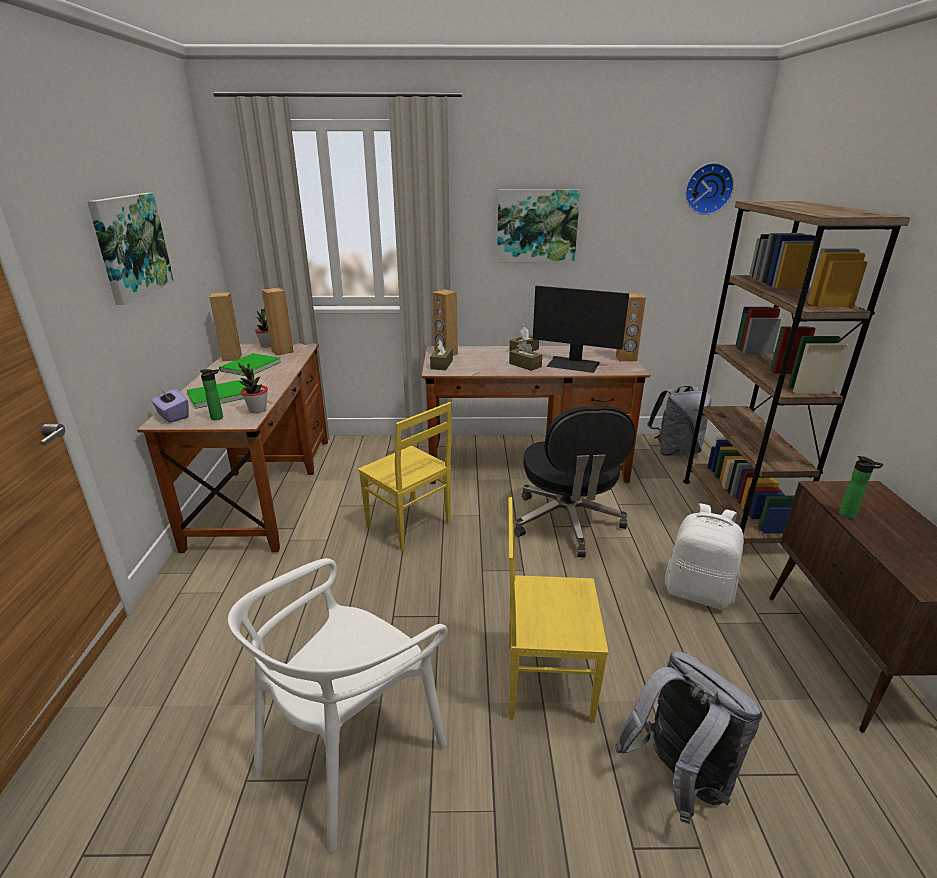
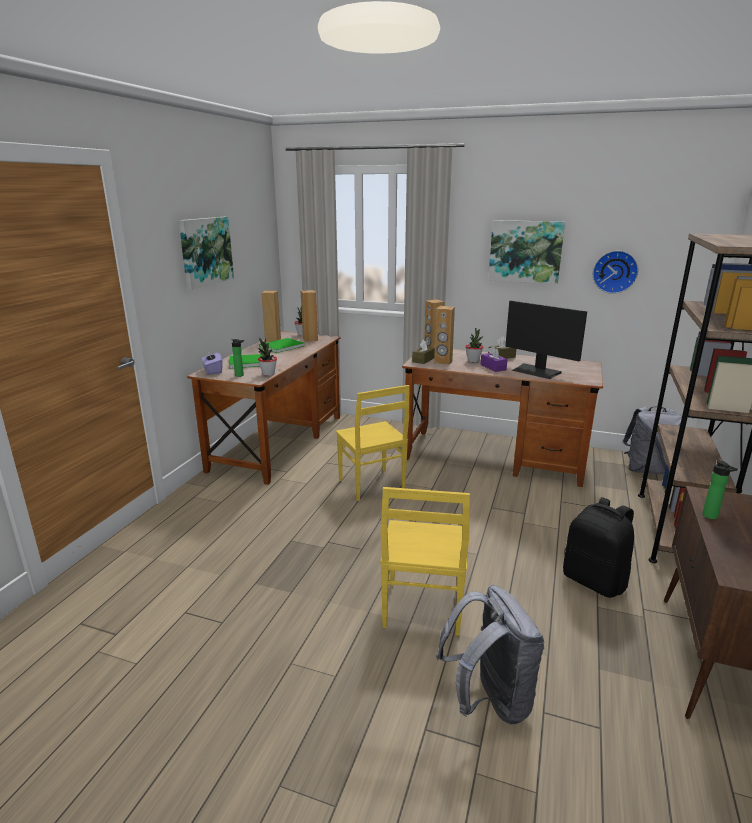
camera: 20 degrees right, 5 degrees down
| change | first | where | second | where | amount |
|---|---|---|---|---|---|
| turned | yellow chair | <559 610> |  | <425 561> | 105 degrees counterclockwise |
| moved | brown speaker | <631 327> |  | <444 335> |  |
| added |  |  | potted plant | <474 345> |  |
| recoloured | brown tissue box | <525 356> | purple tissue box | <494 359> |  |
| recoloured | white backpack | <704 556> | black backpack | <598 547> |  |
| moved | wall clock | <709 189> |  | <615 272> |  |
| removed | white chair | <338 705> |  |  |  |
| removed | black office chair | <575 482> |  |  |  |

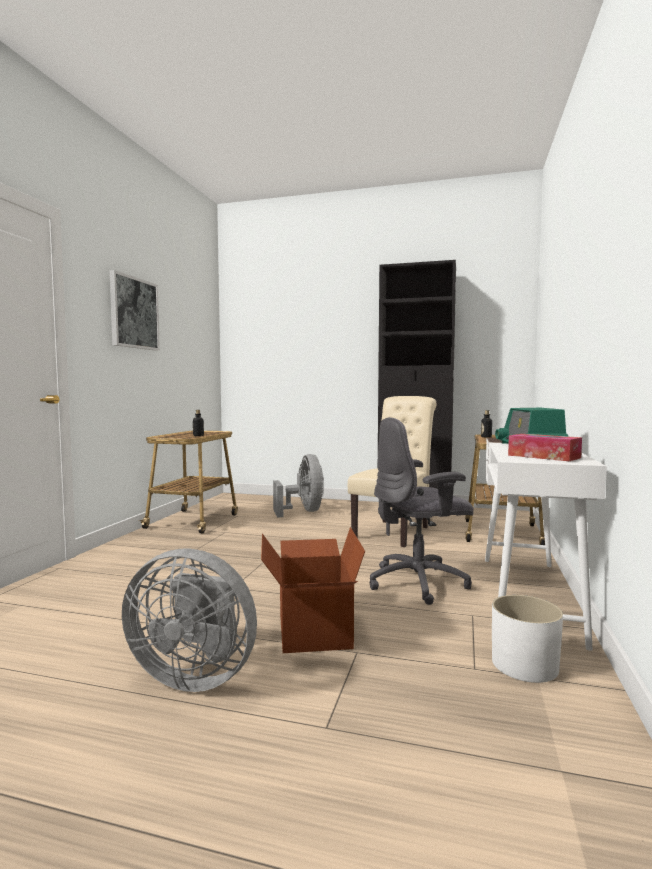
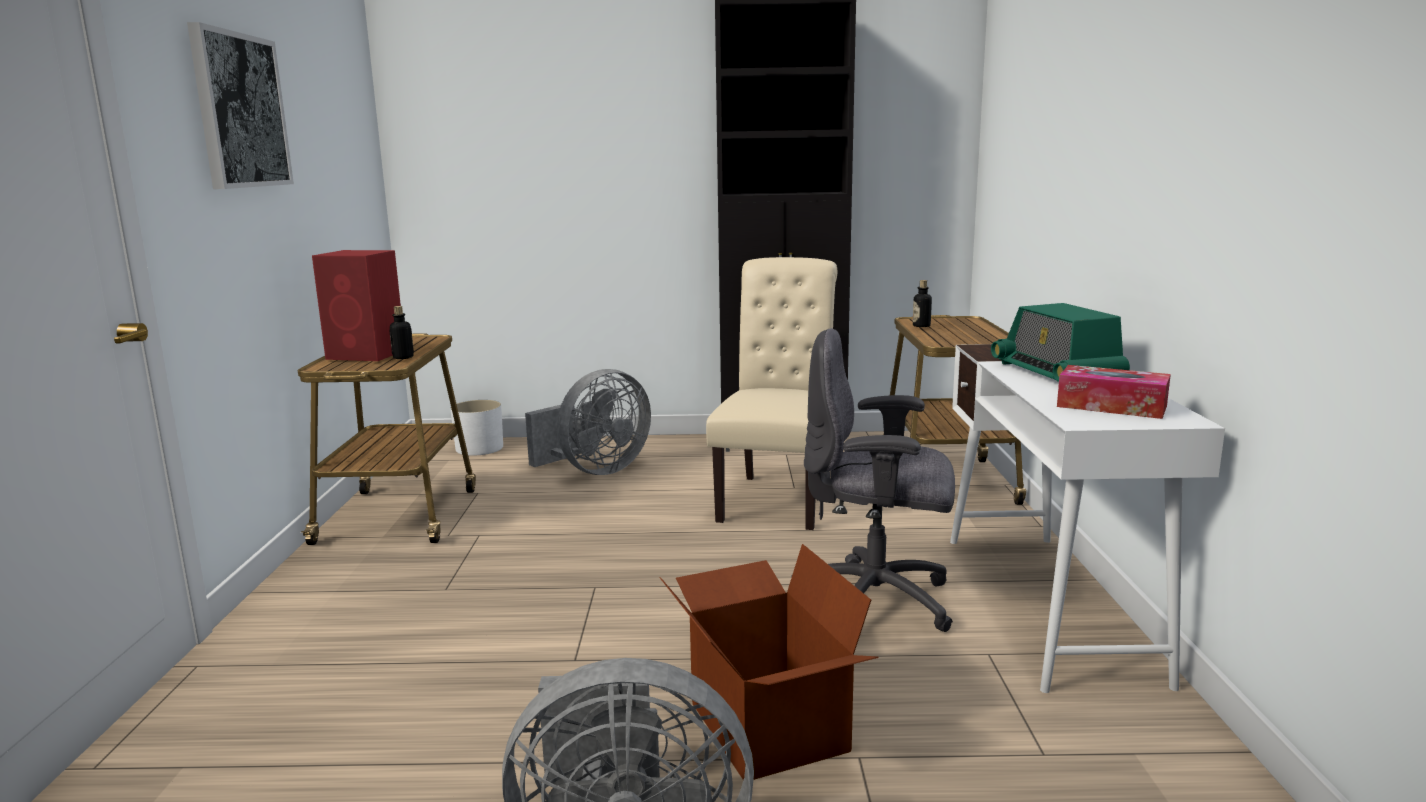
camera: 15 degrees left, 10 degrees up
| change | first | where | second | where | amount |
|---|---|---|---|---|---|
| added |  |  | red speaker | <356 305> |  |
| moved | white planter | <527 639> |  | <477 428> |  |
| turned | grey fan | <298 486> |  | <588 422> | 75 degrees clockwise |
| turned | grey office chair | <421 511> |  | <873 480> | 45 degrees clockwise |

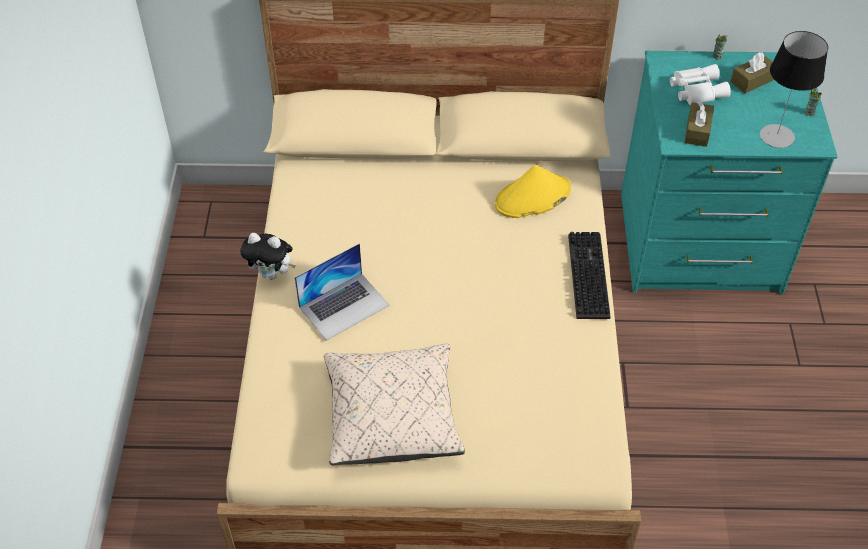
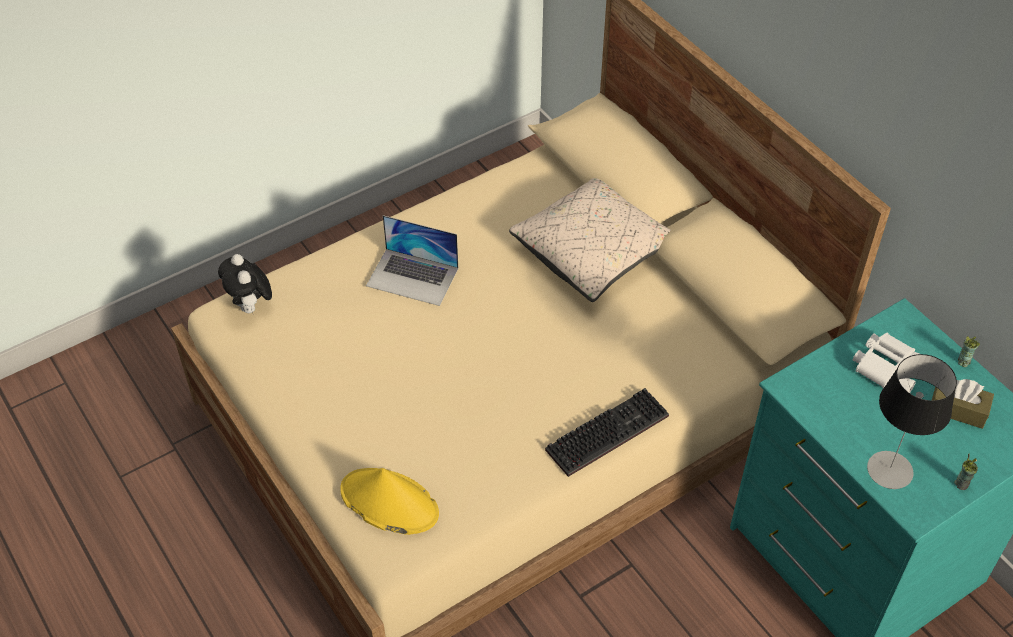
camera: 55 degrees right, 0 degrees up
| change | first | where | second | where | amount |
|---|---|---|---|---|---|
| moved | plush toy | <268 256> |  | <245 283> |  |
| moved | yellow hat | <533 191> |  | <389 501> |  |
| moved | beige pillow | <394 405> |  | <590 240> |  |
| removed | brown tissue box | <699 124> |  |  |  |

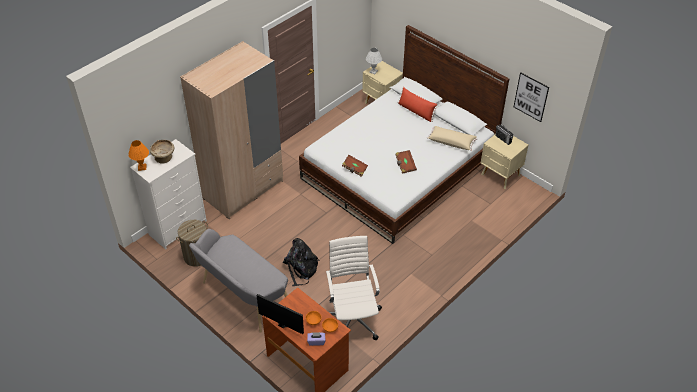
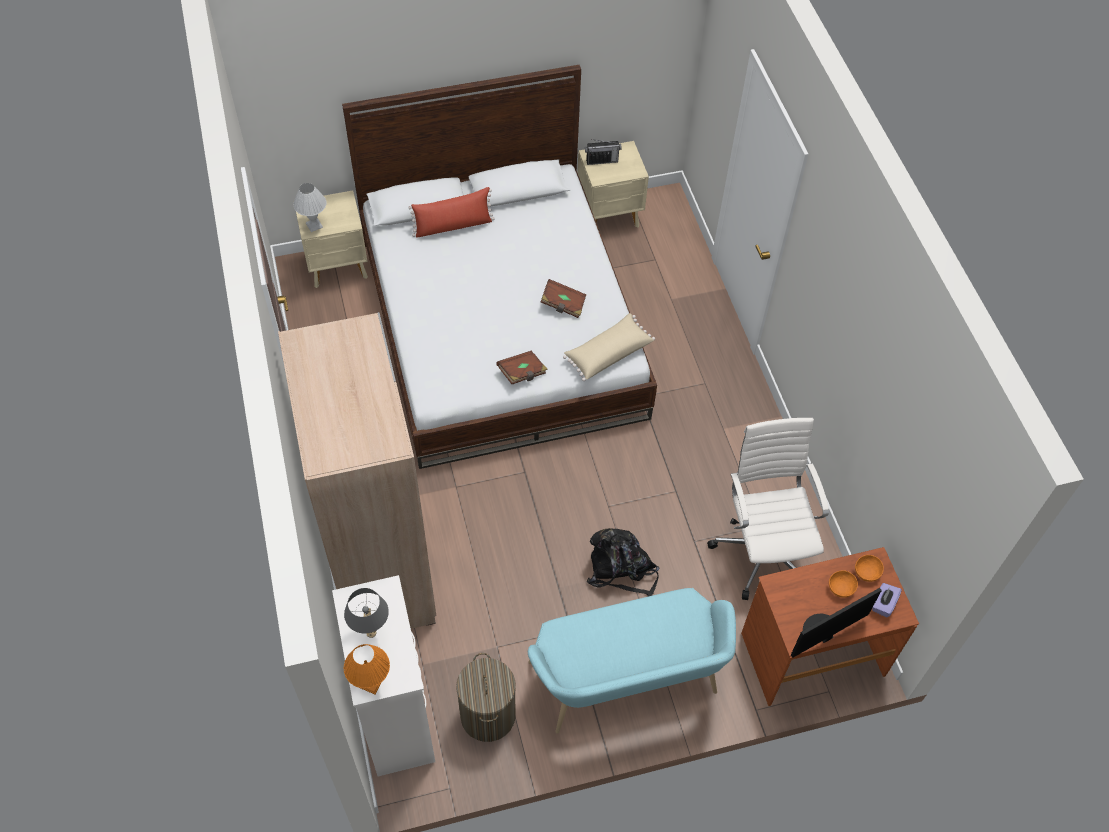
camera: 60 degrees left, 10 degrees up
| change | first | where | second | where | amount |
|---|---|---|---|---|---|
| replaced | beige bowl | <162 152> | grey table lamp | <366 613> |  |
| recoloured | grey bench | <238 281> | turquoise bench | <632 661> |  |
| moved | beige pillow | <452 138> |  | <609 347> |  |
| turned | white office chair | <354 288> |  | <768 509> | 60 degrees clockwise |
| removed | picture | <531 97> |  |  |  |

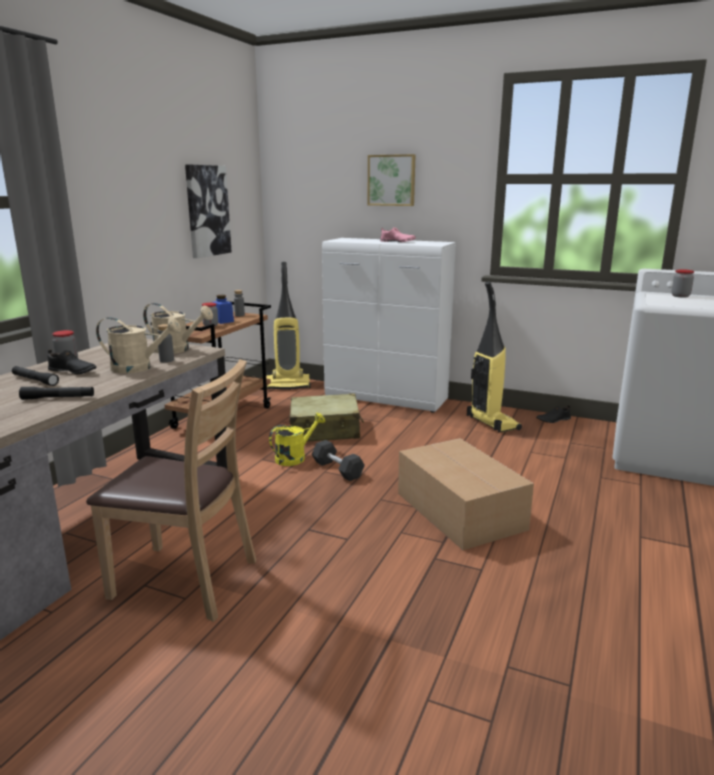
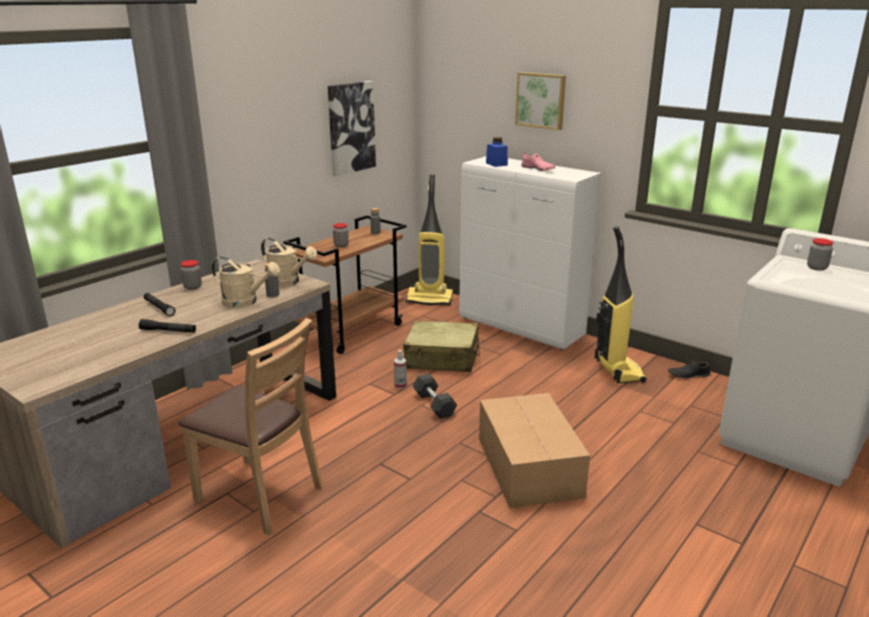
camera: 15 degrees right, 5 degrees up
| change | first | where | second | where | amount |
|---|---|---|---|---|---|
| replaced | yellow watering can | <297 439> | spray bottle | <400 369> |  |
| moved | blue jar | <222 309> |  | <497 152> |  |
| removed | black shoe | <72 362> |  |  |  |

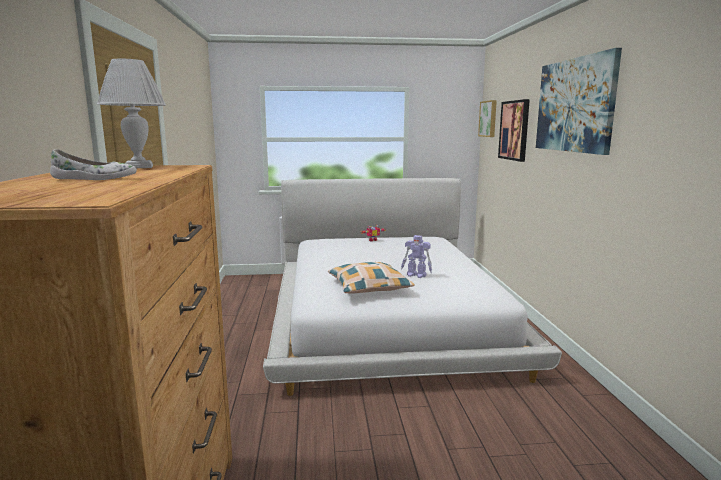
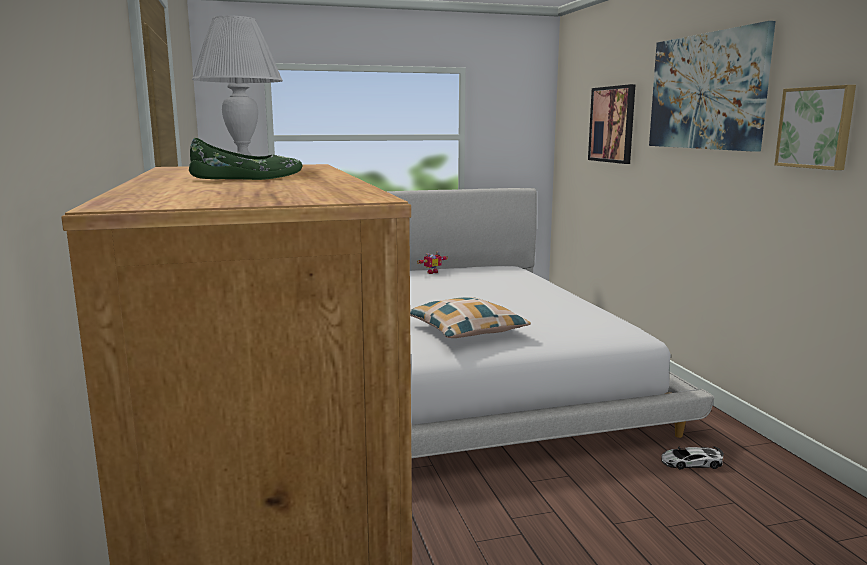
camera: 10 degrees left, 0 degrees up
| change | first | where | second | where | amount |
|---|---|---|---|---|---|
| recoloured | white shoe | <93 164> | green shoe | <246 159> |  |
| added |  |  | toy car | <692 457> |  |
| moved | picture | <487 118> |  | <815 127> |  |
| removed | toy robot | <416 256> |  |  |  |

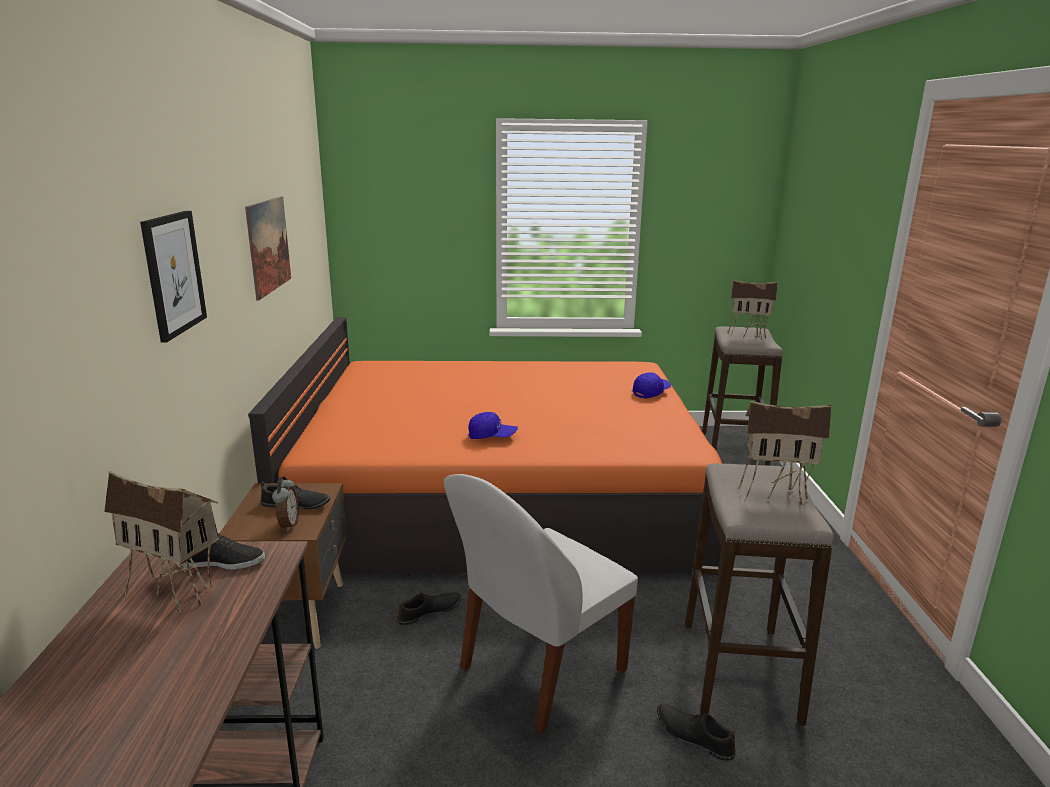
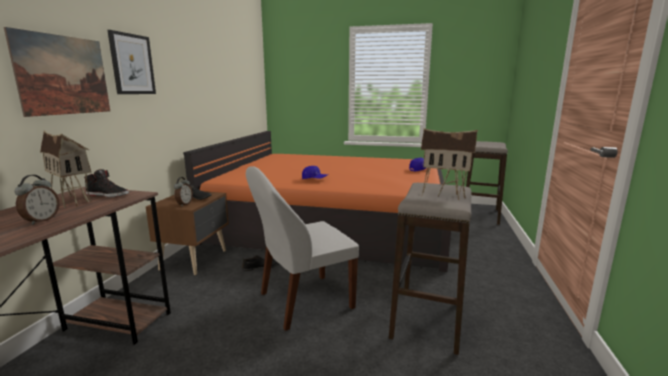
camera: 15 degrees right, 5 degrees down
| change | first | where | second | where | amount |
|---|---|---|---|---|---|
| moved | picture | <268 248> |  | <57 72> |  |
| added |  |  | alarm clock | <37 200> |  |
| removed | black shoe | <696 732> |  |  |  |
| removed | toy house | <753 310> |  |  |  |

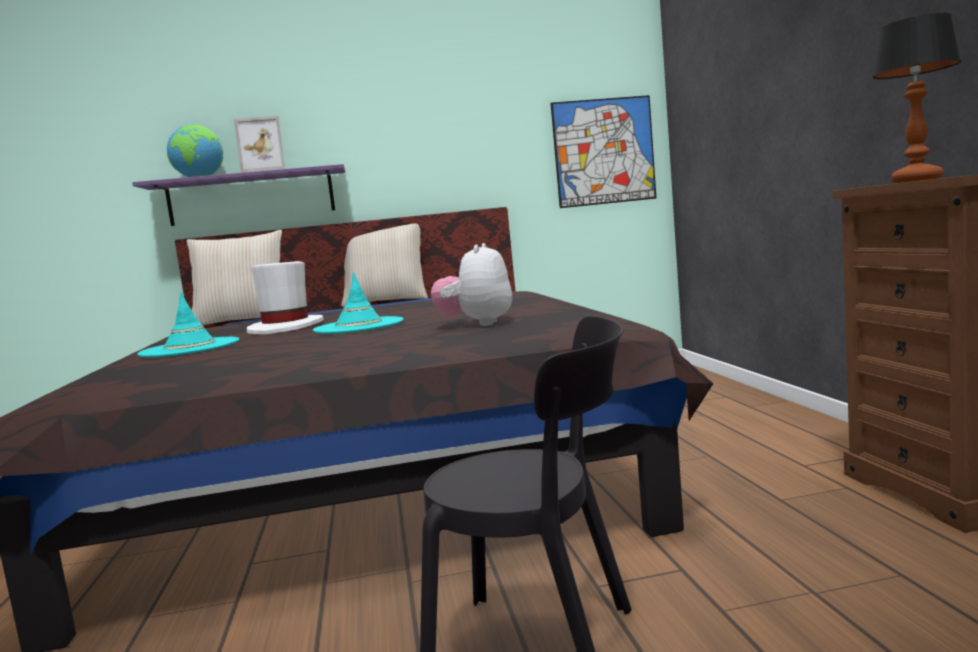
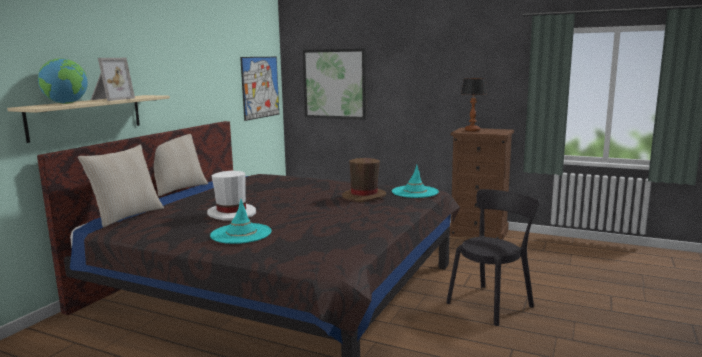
camera: 55 degrees left, 5 degrees up
| change | first | where | second | where | amount |
|---|---|---|---|---|---|
| recoloured | purple shelf | <238 195> | beige shelf | <88 119> |  |
| added |  |  | picture | <334 84> |  |
| replaced | plush toy | <471 284> | brown hat | <364 180> |  |
| moved | turquoise hat | <358 303> |  | <415 181> |  |

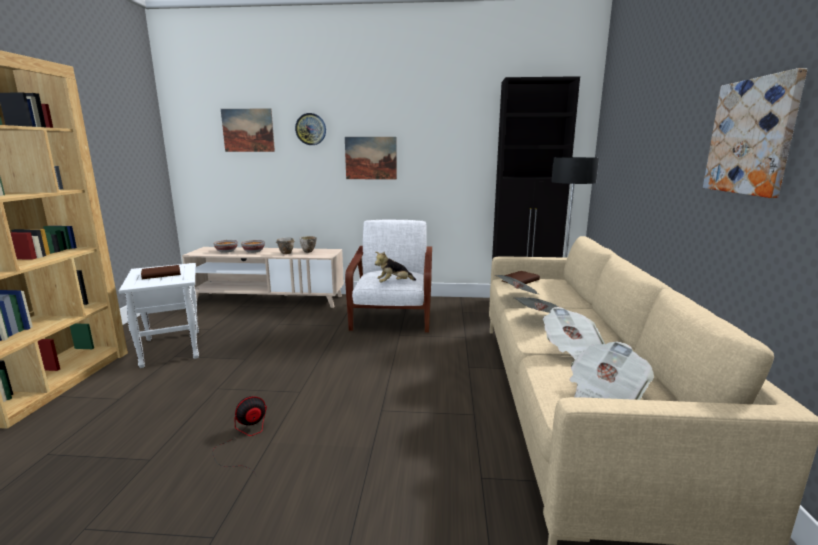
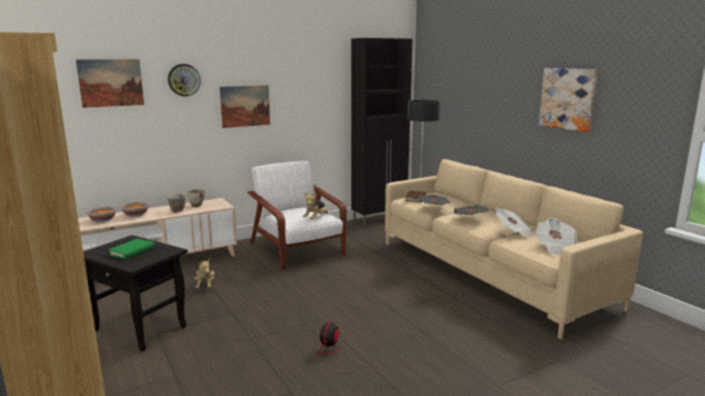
camera: 35 degrees left, 0 degrees up
| change | first | where | second | where | amount |
|---|---|---|---|---|---|
| recoloured | white side table | <159 315> | black side table | <135 293> |  |
| recoloured | brown book | <161 272> | green book | <131 248> |  |
| added |  |  | plush toy | <204 273> |  |

